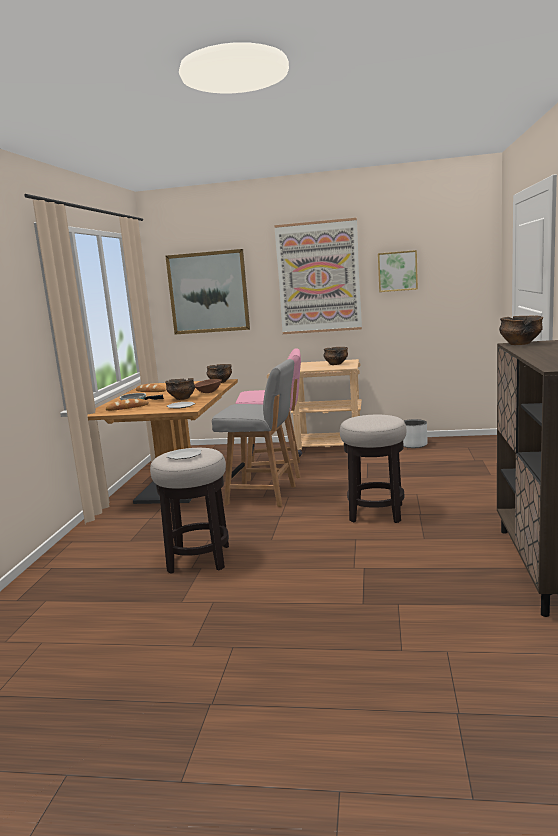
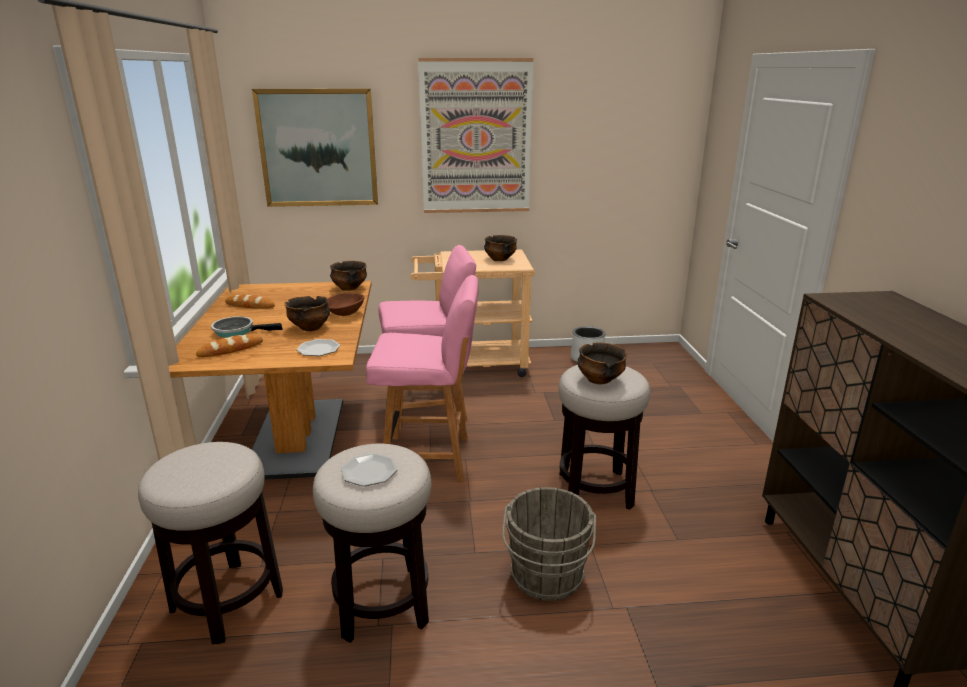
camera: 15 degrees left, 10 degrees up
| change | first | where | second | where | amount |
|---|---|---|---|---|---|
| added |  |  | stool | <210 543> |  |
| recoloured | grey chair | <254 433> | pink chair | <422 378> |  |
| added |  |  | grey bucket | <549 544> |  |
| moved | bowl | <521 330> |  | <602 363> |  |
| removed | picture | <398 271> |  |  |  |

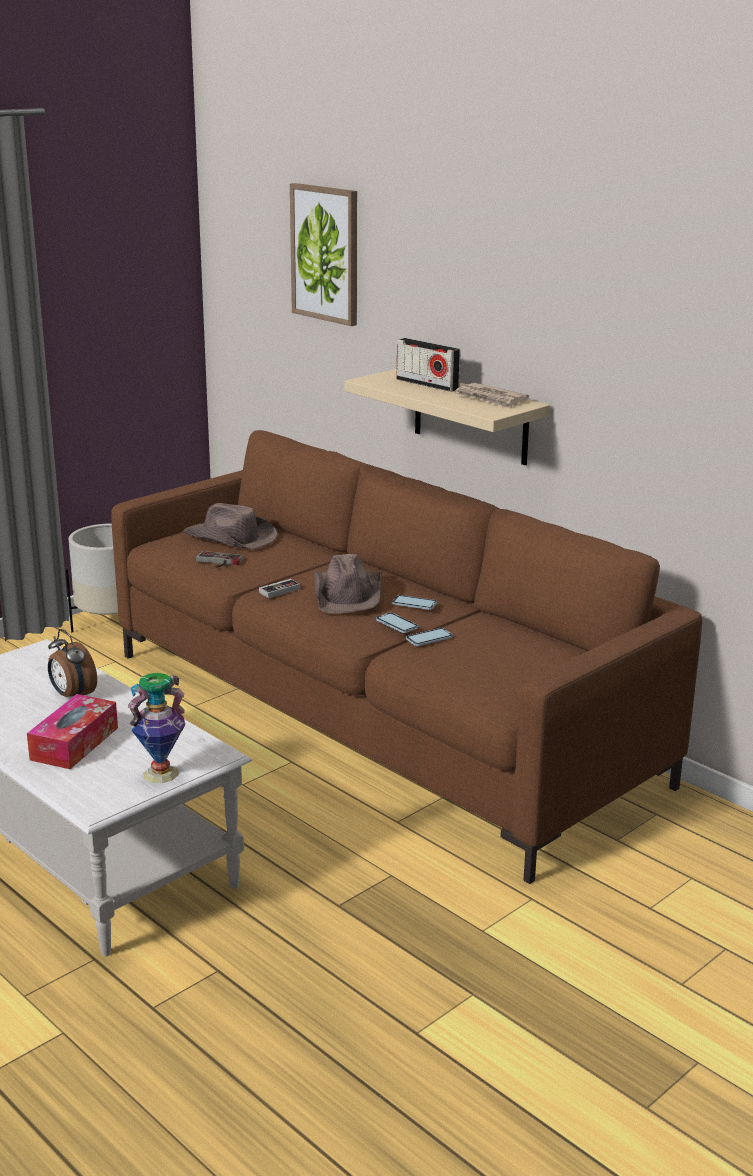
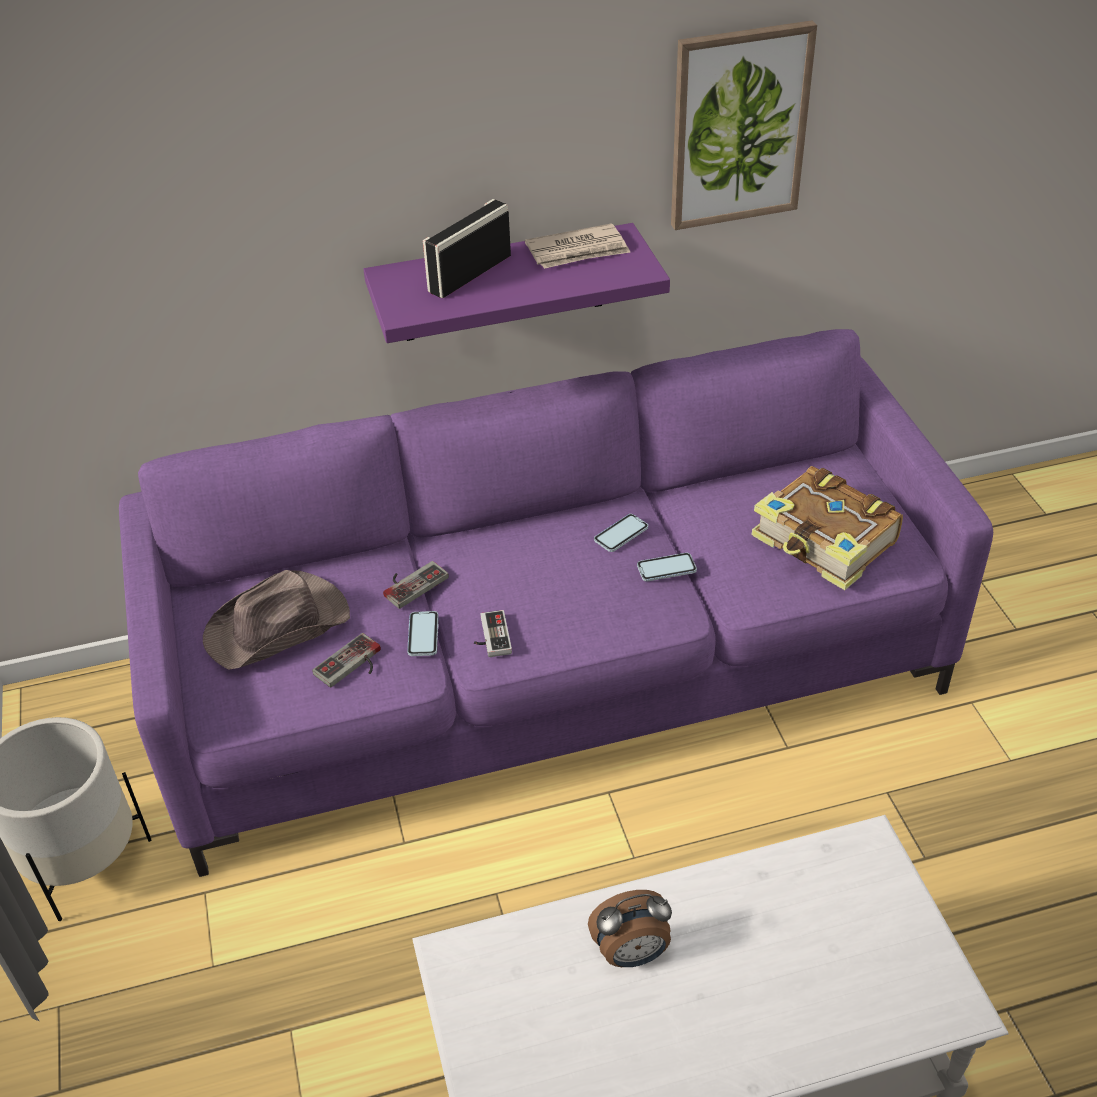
camera: 60 degrees left, 20 degrees up
| change | first | where | second | where | amount |
|---|---|---|---|---|---|
| recoloured | brown sofa | <406 657> | purple sofa | <556 603> |  |
| recoloured | beige shelf | <447 417> | purple shelf | <516 283> |  |
| added |  |  | game controller | <416 585> |  |
| moved | phone | <429 637> |  | <423 633> |  |
| turned | radio | <428 365> |  | <467 248> | 150 degrees clockwise |
| moved | picture | <323 254> |  | <744 125> |  |
| added |  |  | book | <827 528> |  |
| removed | tissue box | <72 731> |  |  |  |
| removed | vase | <156 728> |  |  |  |
| removed | brown hat | <348 583> |  |  |  |

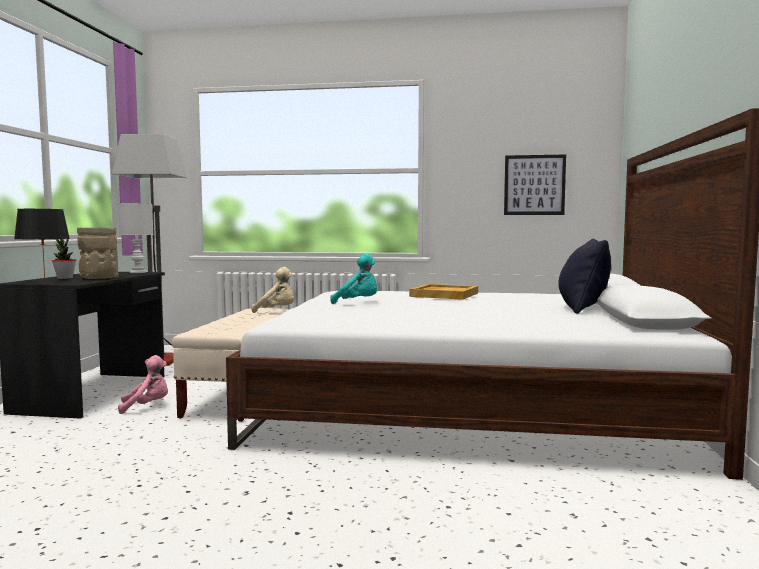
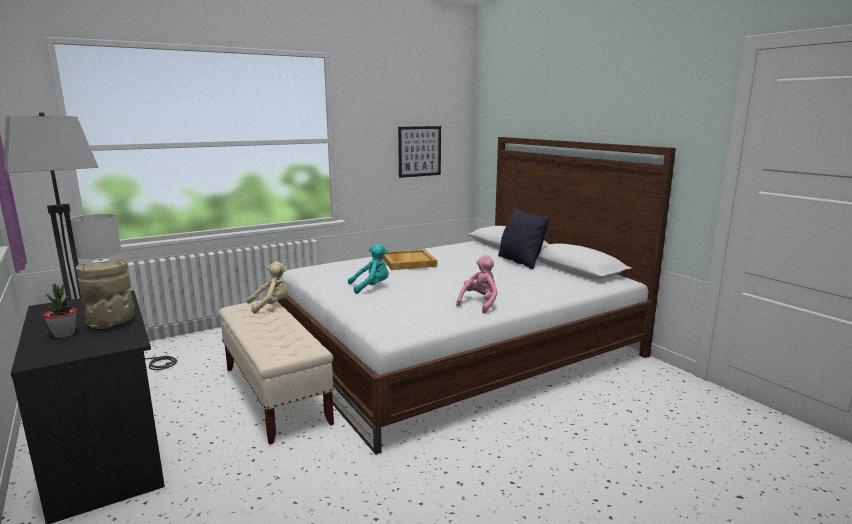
camera: 40 degrees left, 10 degrees up
| change | first | where | second | where | amount |
|---|---|---|---|---|---|
| moved | pink plush toy | <143 384> |  | <477 284> |  |
| removed | black table lamp | <42 244> |  |  |  |

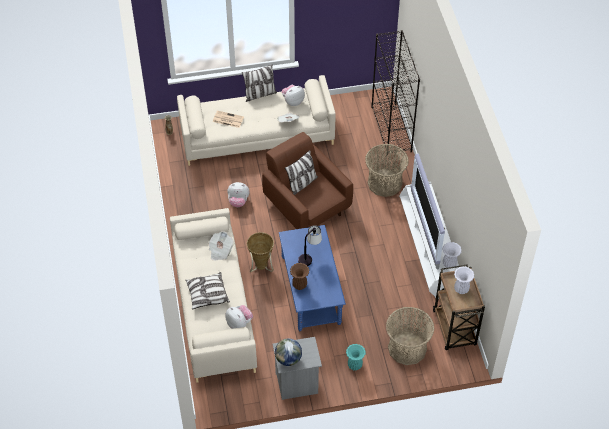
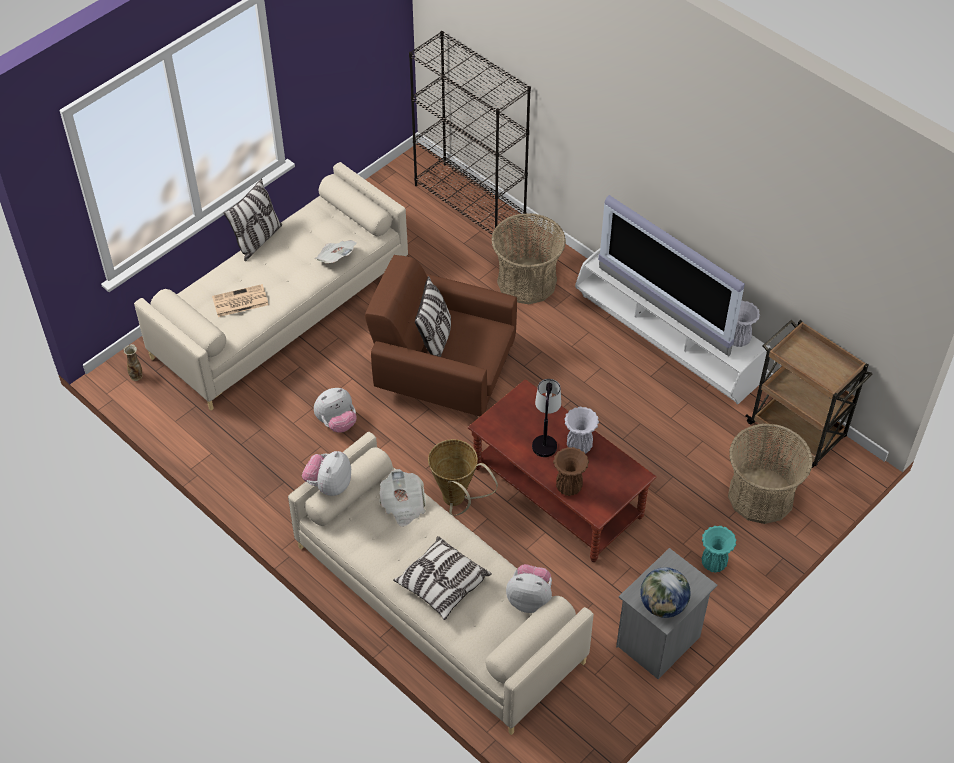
camera: 35 degrees left, 0 degrees up
| change | first | where | second | where | amount |
|---|---|---|---|---|---|
| moved | plush toy | <293 95> |  | <326 473> |  |
| recoloured | blue coffee table | <312 278> | brown coffee table | <562 470> |  |
| moved | white vase | <464 280> |  | <581 430> |  |

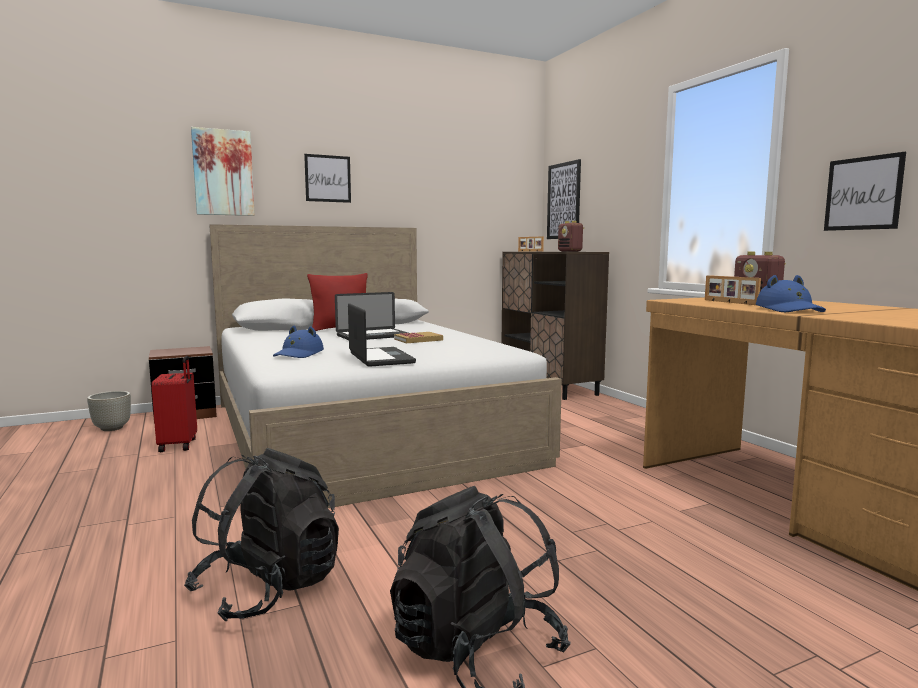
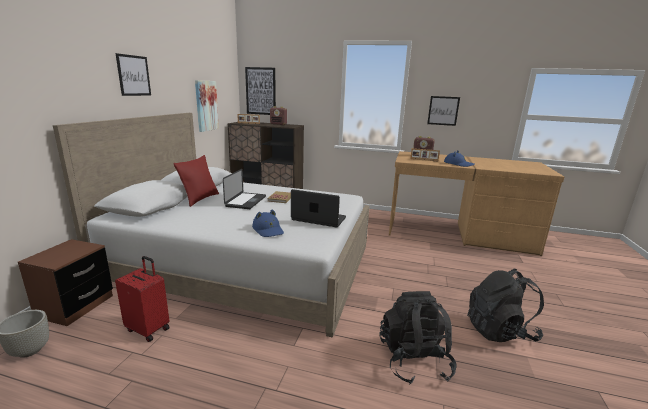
camera: 50 degrees left, 10 degrees up
| change | first | where | second | where | amount |
|---|---|---|---|---|---|
| moved | picture | <223 171> |  | <207 106> |  |

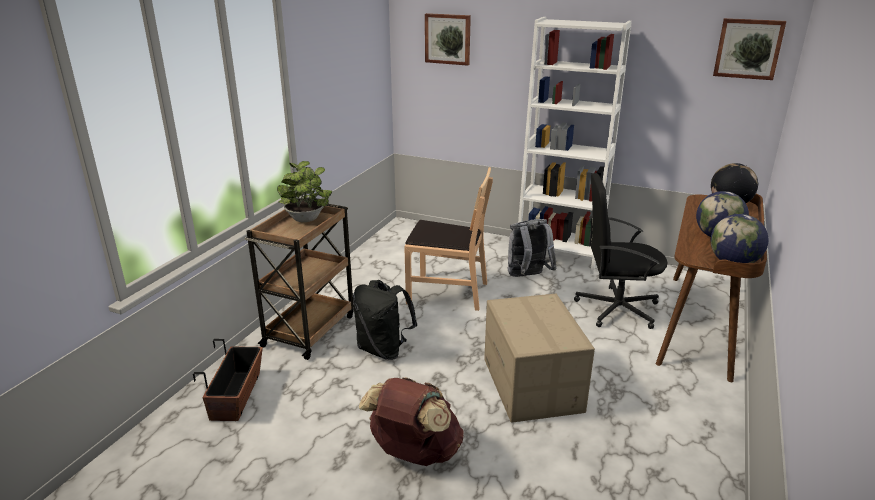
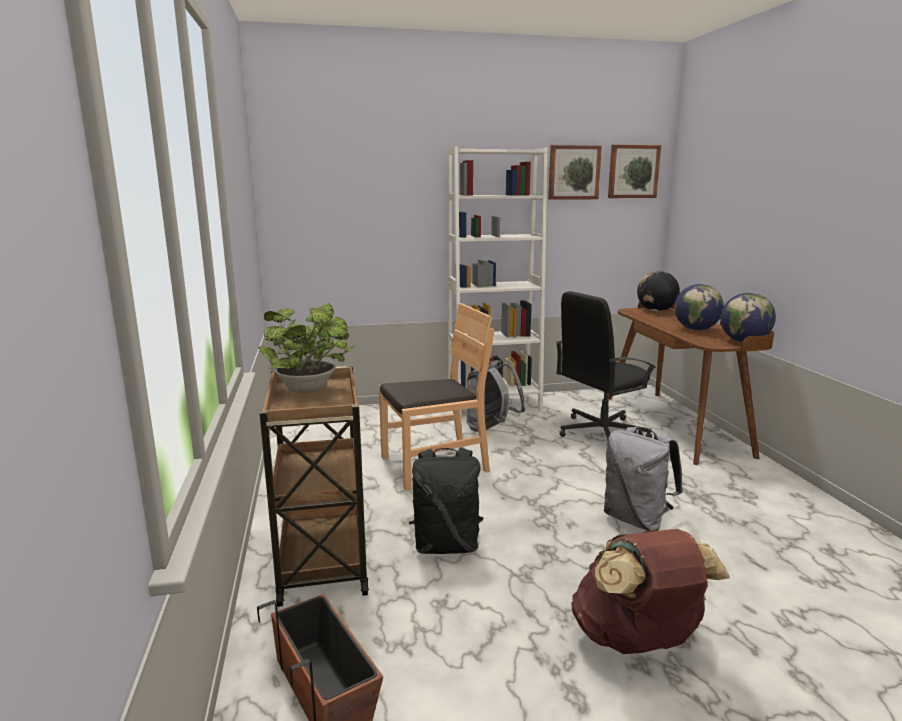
camera: 35 degrees left, 10 degrees down
| change | first | where | second | where | amount |
|---|---|---|---|---|---|
| moved | picture | <448 39> |  | <575 172> |  |
| replaced | cardboard box | <539 358> | grey backpack | <643 478> |  |

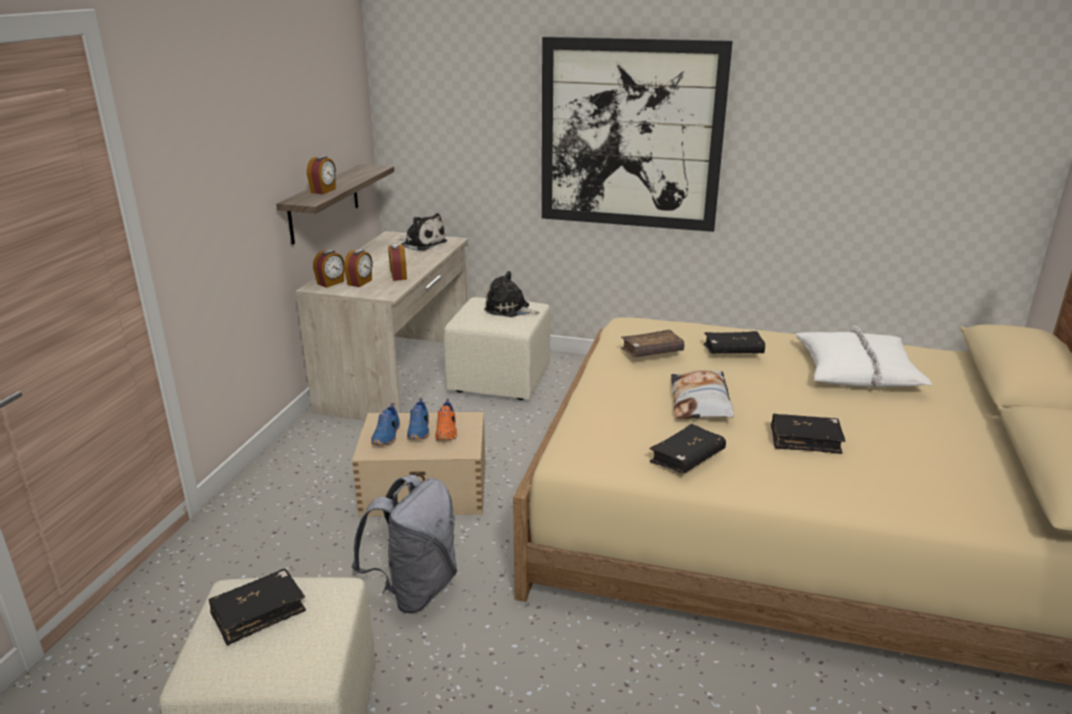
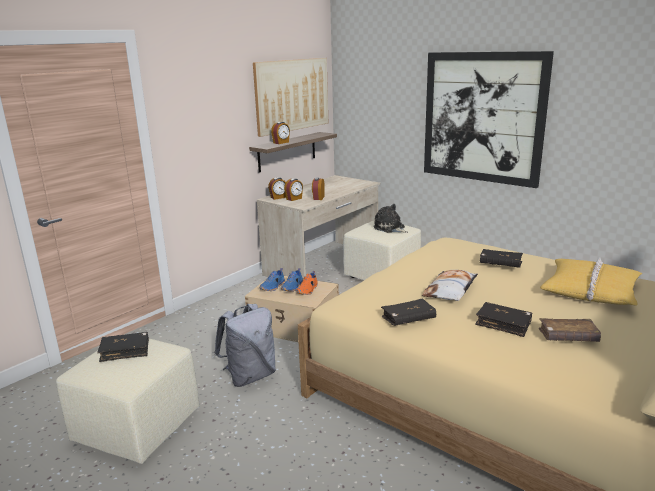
camera: 25 degrees right, 5 degrees down
| change | first | where | second | where | amount |
|---|---|---|---|---|---|
| added |  |  | picture | <290 97> |  |
| moved | brown book | <652 343> |  | <570 330> |  |
| recoloured | white pillow | <864 356> | yellow pillow | <591 281> |  |
| removed | plush toy | <422 232> |  |  |  |

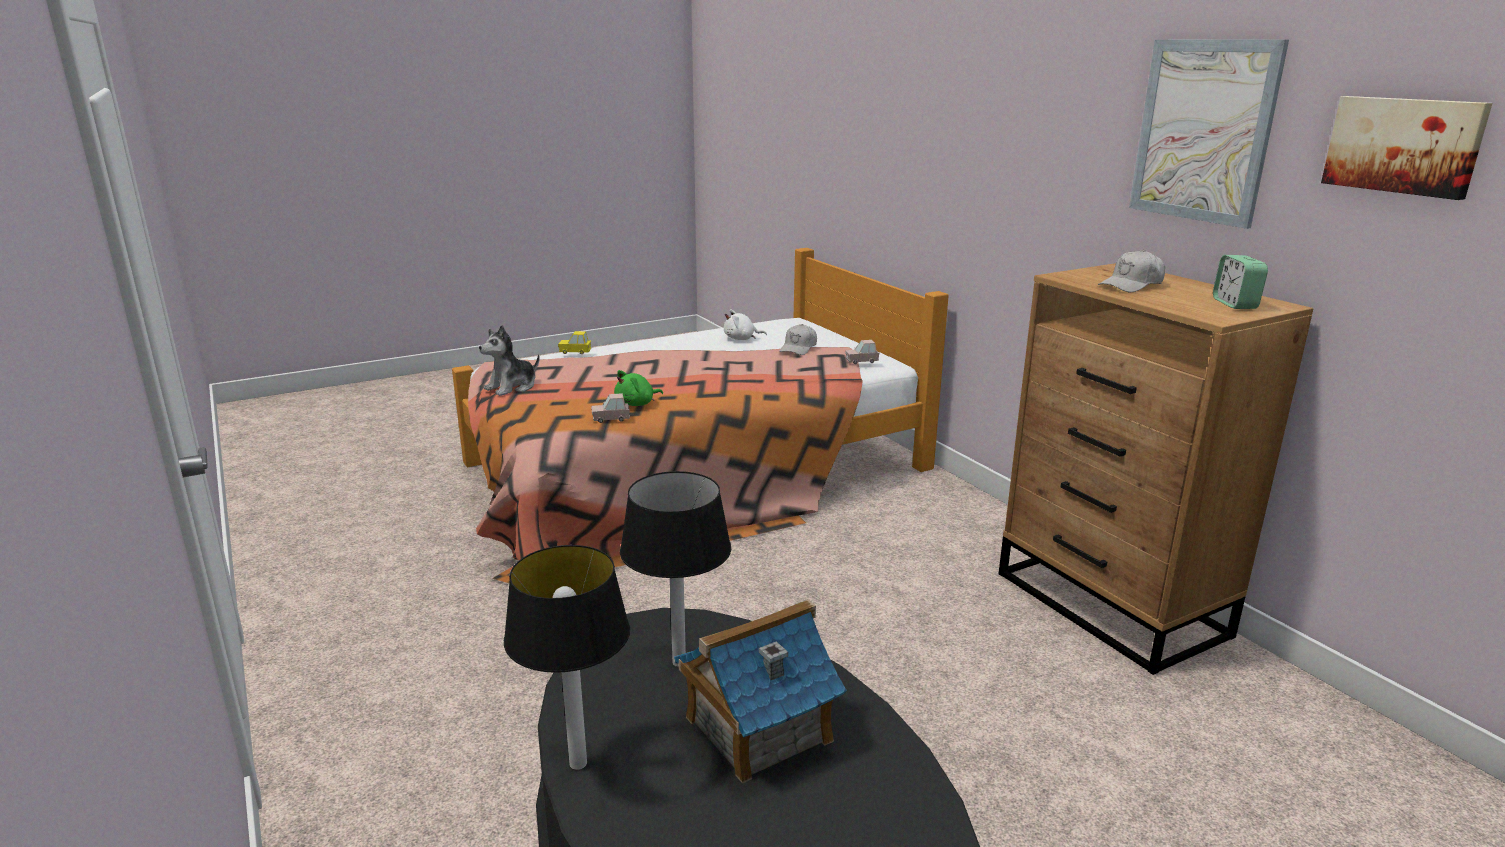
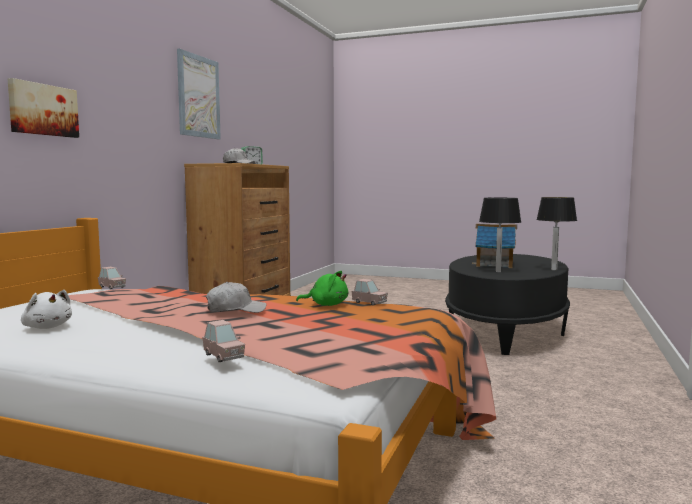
camera: 130 degrees left, 15 degrees down
| change | first | where | second | where | amount |
|---|---|---|---|---|---|
| moved | picture | <1406 148> |  | <43 108> |  |
| recoloured | yellow toy car | <574 342> | pink toy car | <223 341> |  |
| moved | white cap | <798 339> |  | <236 297> |  |
| removed | plush toy | <509 360> |  |  |  |

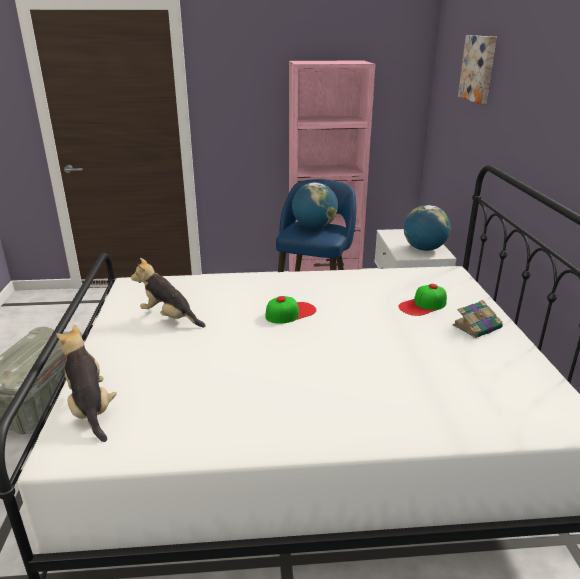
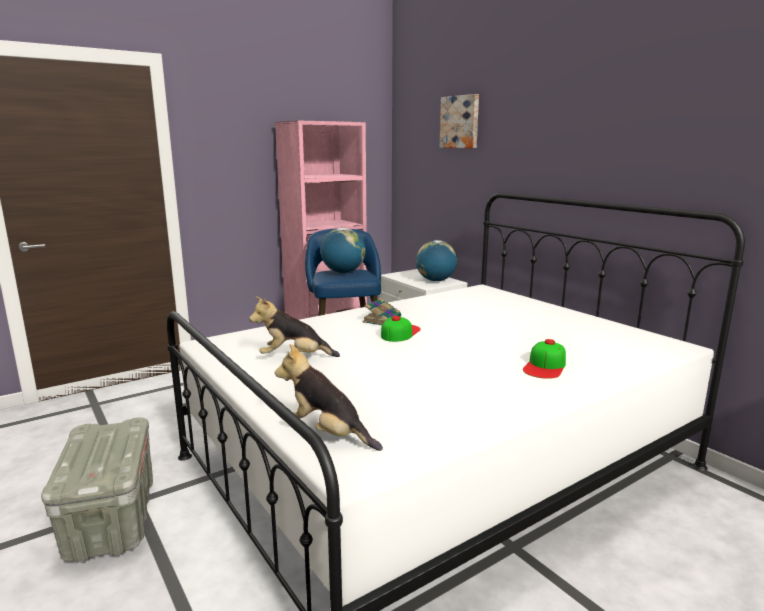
camera: 30 degrees left, 10 degrees down
| change | first | where | second | where | amount |
|---|---|---|---|---|---|
| moved | book | <478 319> |  | <381 312> |  |
| moved | cap | <423 300> |  | <544 359> |  |

